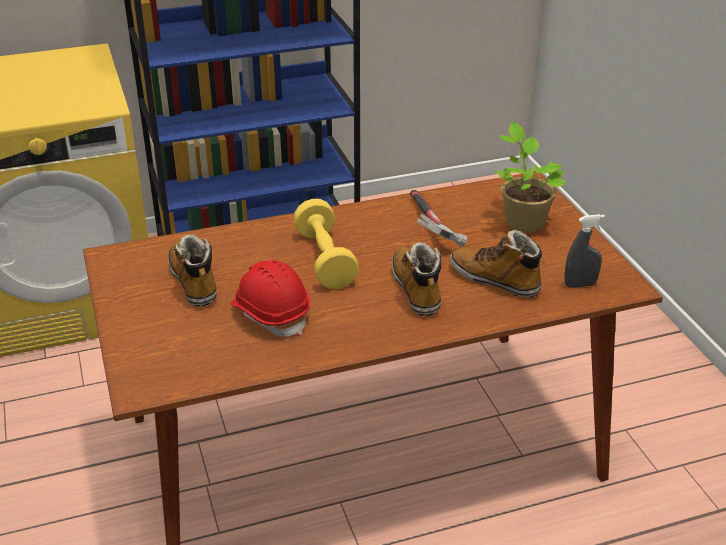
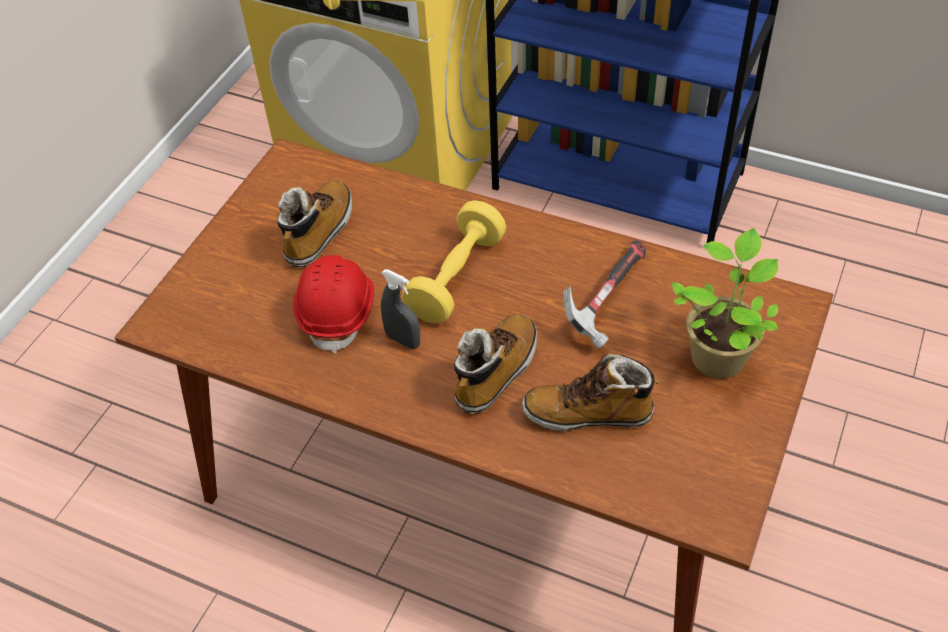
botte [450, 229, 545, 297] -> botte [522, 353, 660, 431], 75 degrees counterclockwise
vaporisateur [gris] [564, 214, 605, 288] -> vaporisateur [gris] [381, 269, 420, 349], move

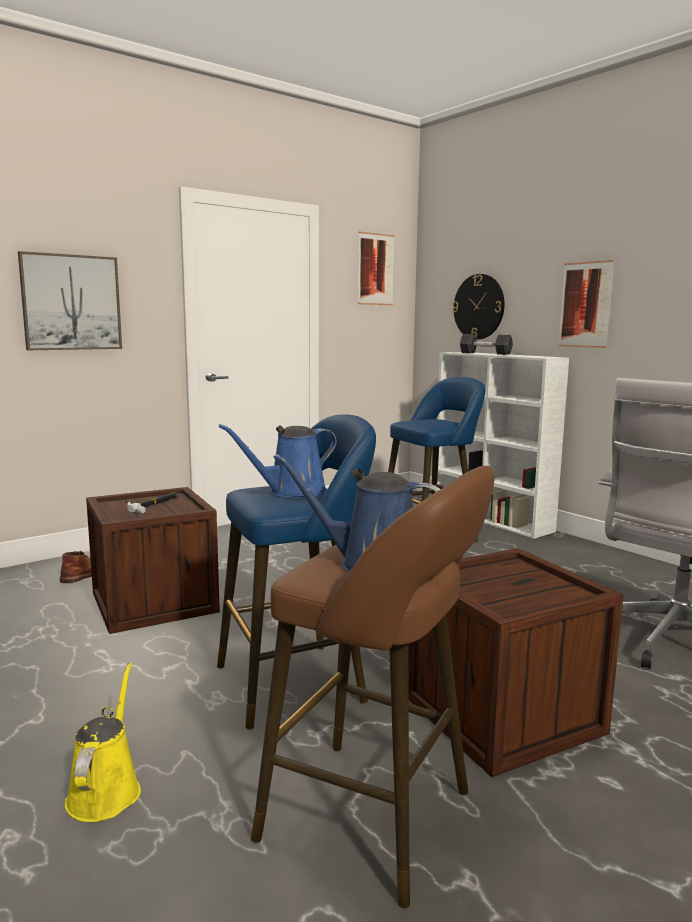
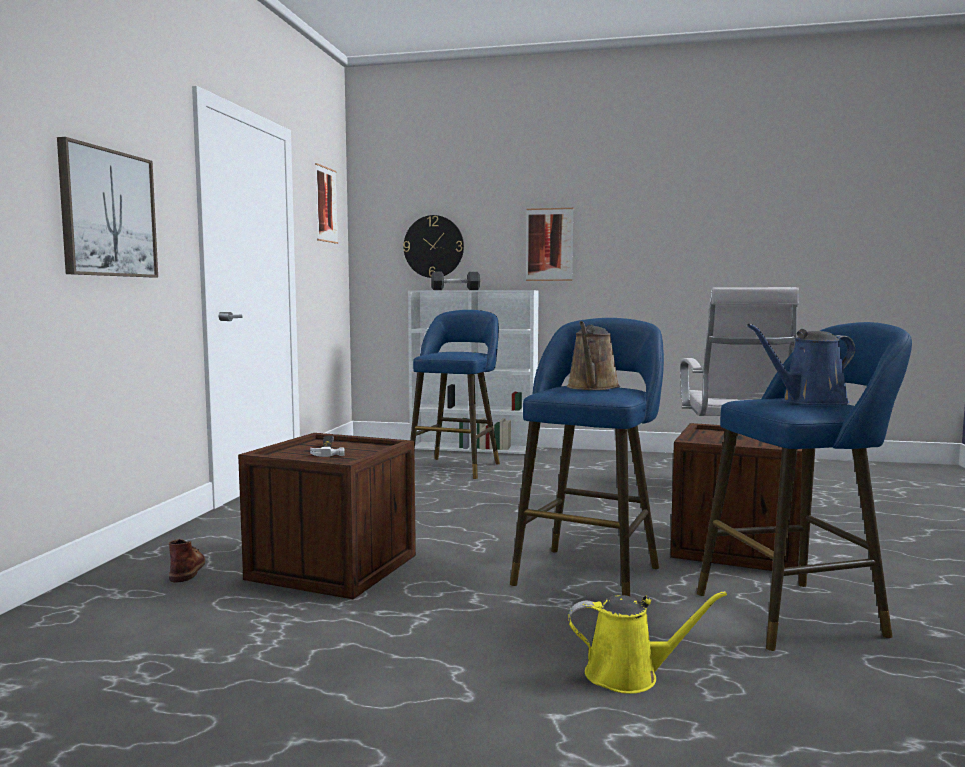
arrosoir [jaune] [65, 663, 141, 822] -> arrosoir [jaune] [568, 591, 727, 694], 135 degrees clockwise
arrosoir [bleu] [219, 424, 336, 498] -> arrosoir [marron] [567, 321, 620, 390]
tabouret [marron] [251, 465, 494, 908] -> tabouret [bleu] [697, 322, 912, 651]

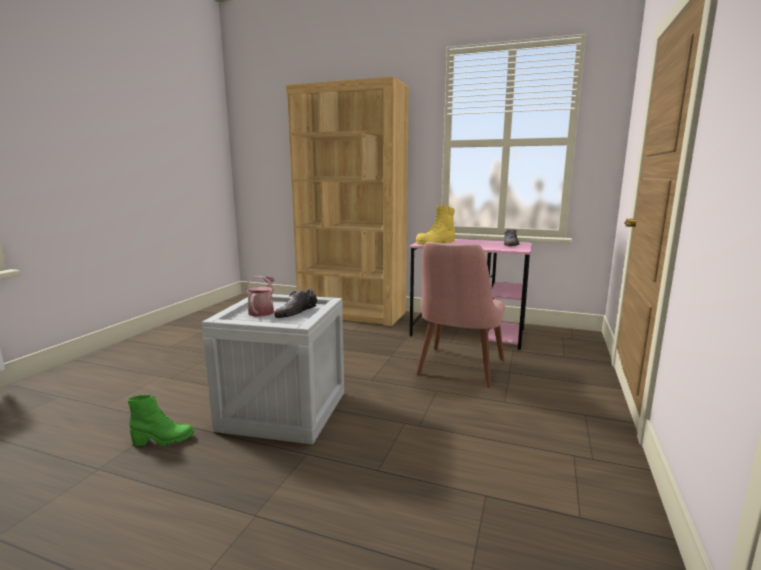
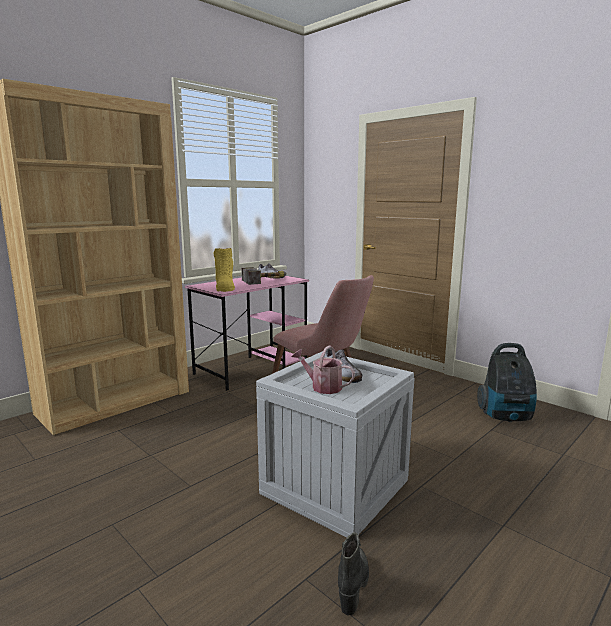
botte [vert] [127, 394, 194, 446] -> botte [noir] [338, 532, 369, 616]
none -> marteau [241, 267, 287, 285]
none -> aspirateur [477, 343, 537, 422]

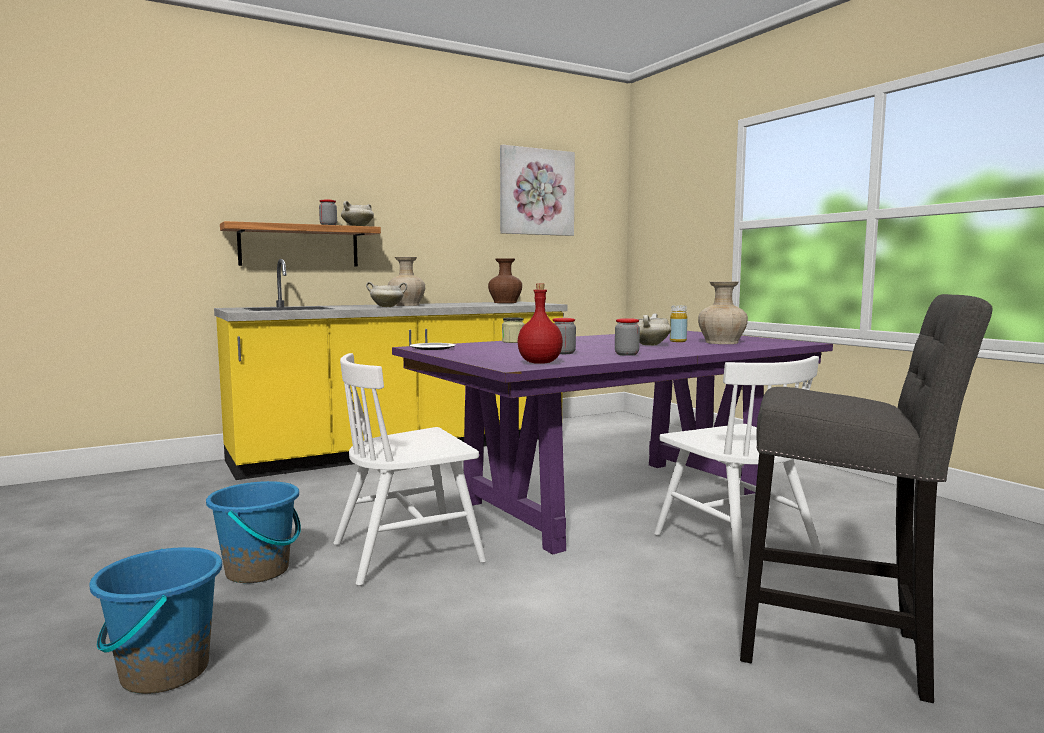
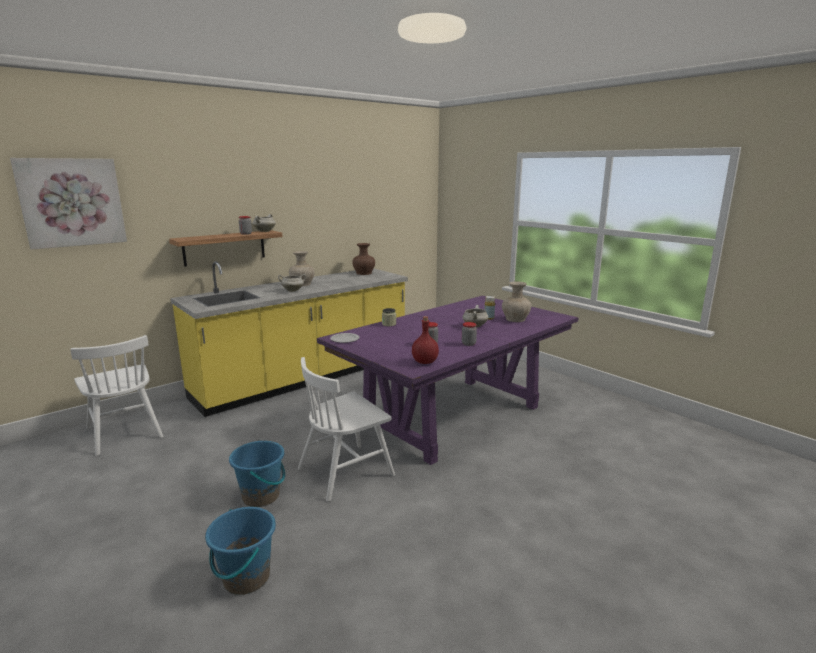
tableau [500, 145, 575, 236] -> tableau [10, 158, 127, 250], move
chaise [blanc] [654, 356, 823, 578] -> chaise [blanc] [70, 335, 163, 456], move
tabouret [gris] [740, 294, 992, 703] -> none

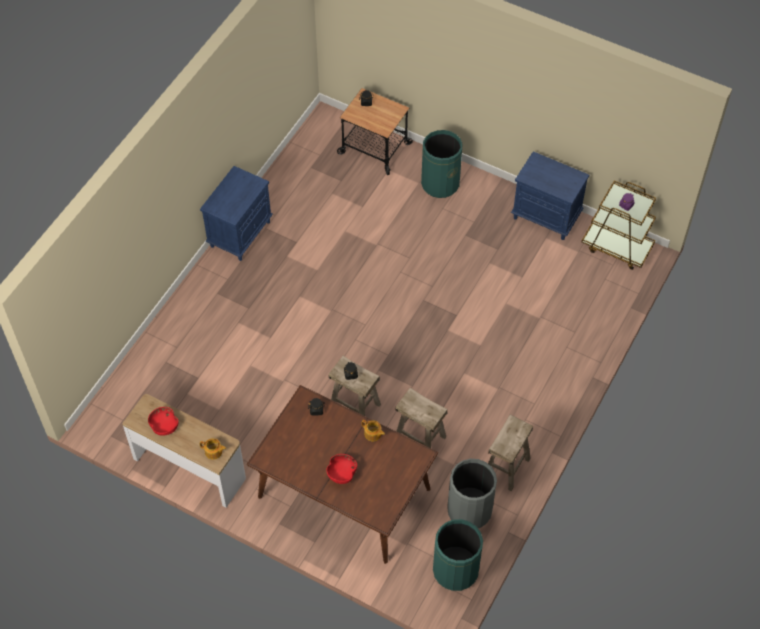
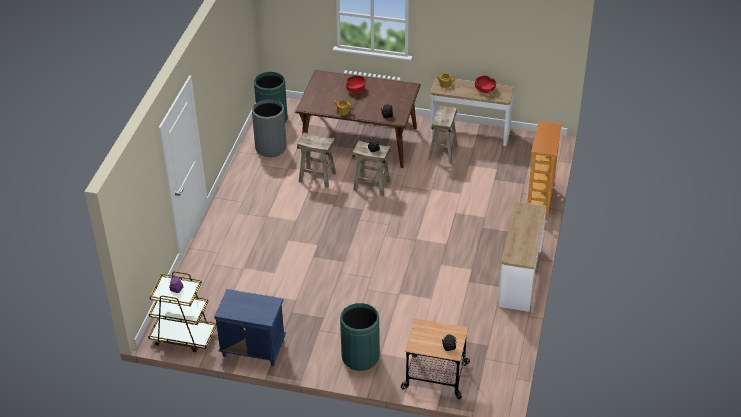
table de chevet [bleu] [200, 166, 273, 261] -> table console [498, 202, 546, 312]
tabouret [beige] [488, 415, 533, 491] -> tabouret [beige] [428, 105, 458, 164], move
none -> bibliothèque [527, 121, 562, 217]

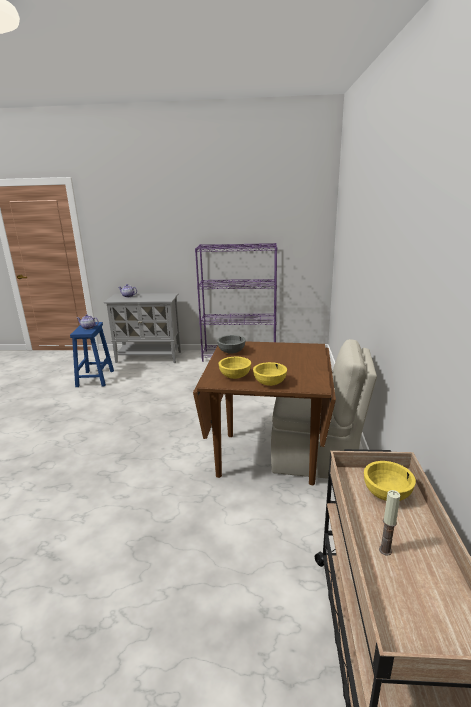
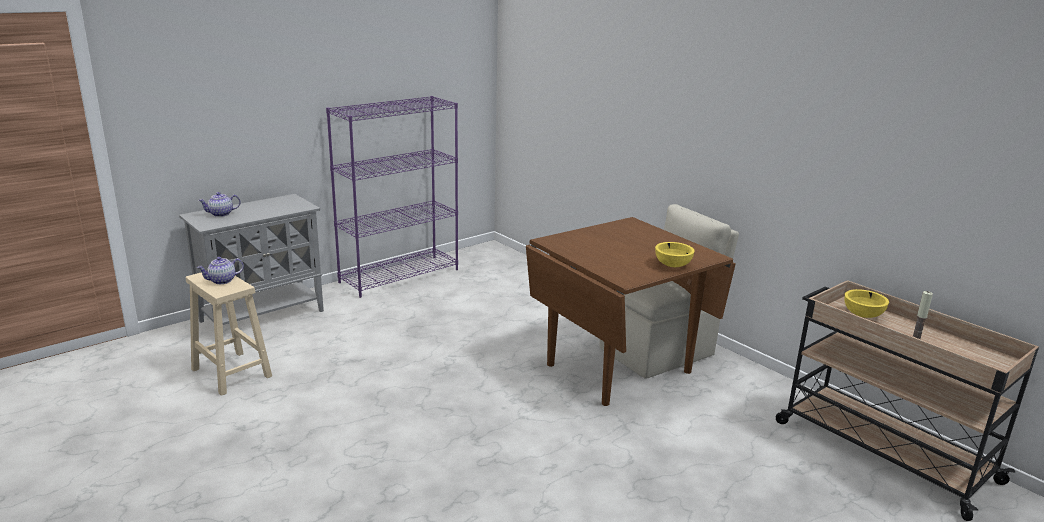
tabouret [bleu] [70, 322, 114, 387] -> tabouret [beige] [186, 272, 272, 396]
bol [gris] [217, 335, 246, 354] -> none
bol [jaune] [218, 357, 251, 379] -> none

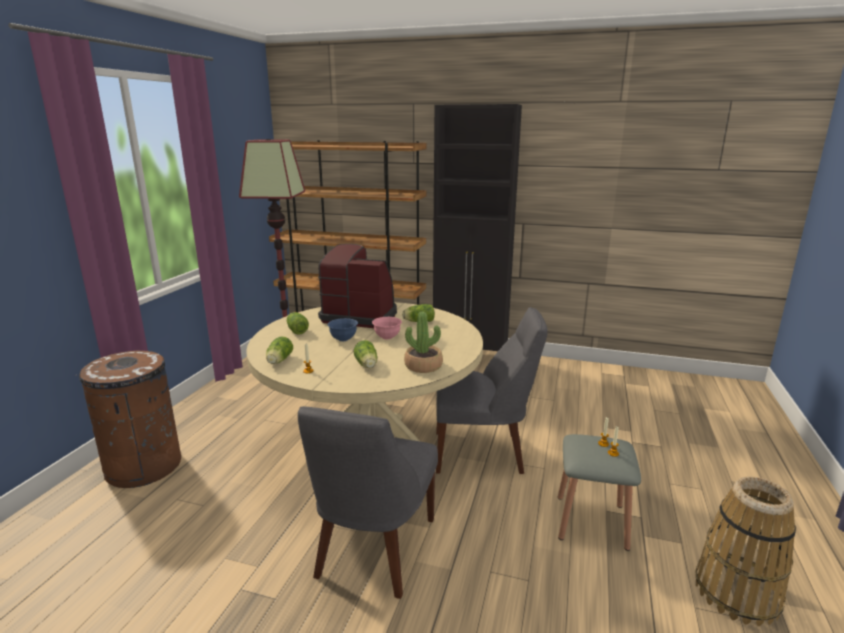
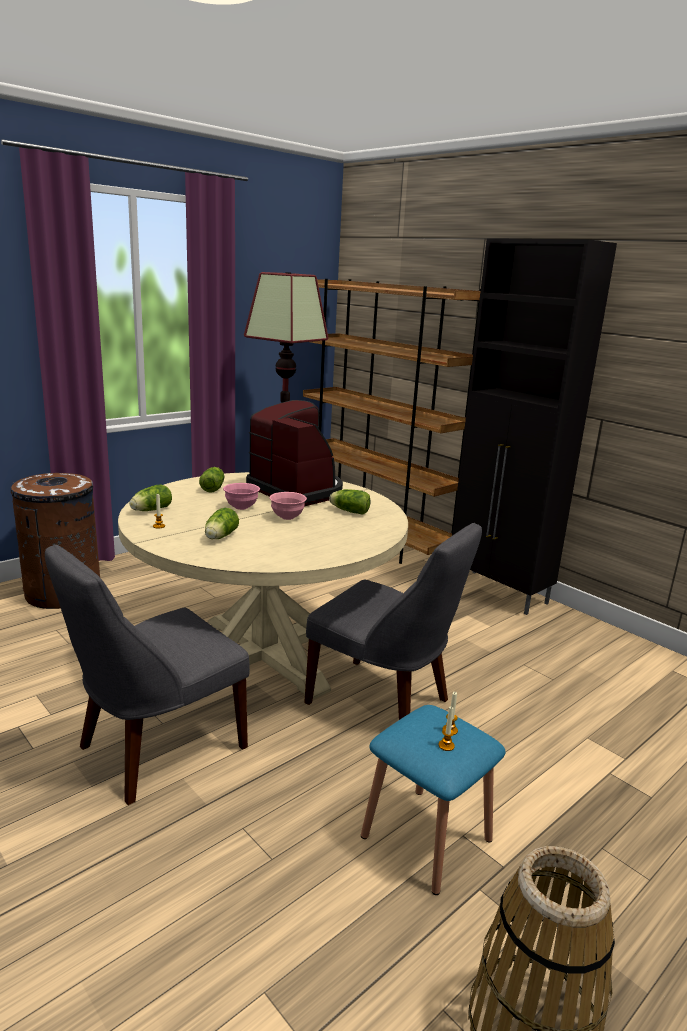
bol [bleu] [328, 318, 358, 341] -> bol [rose] [223, 483, 260, 510]
plante en pot [404, 312, 443, 373] -> none
tabouret [gris] [558, 434, 641, 551] -> tabouret [bleu] [361, 705, 506, 895]

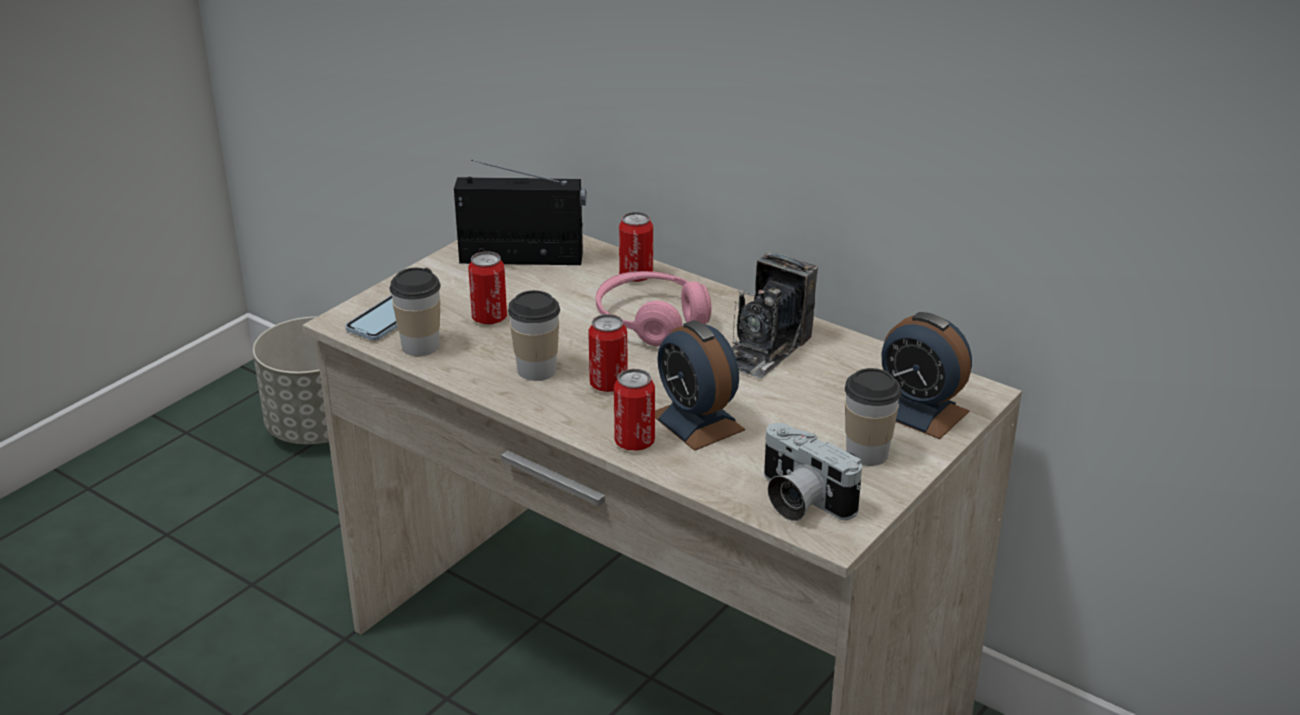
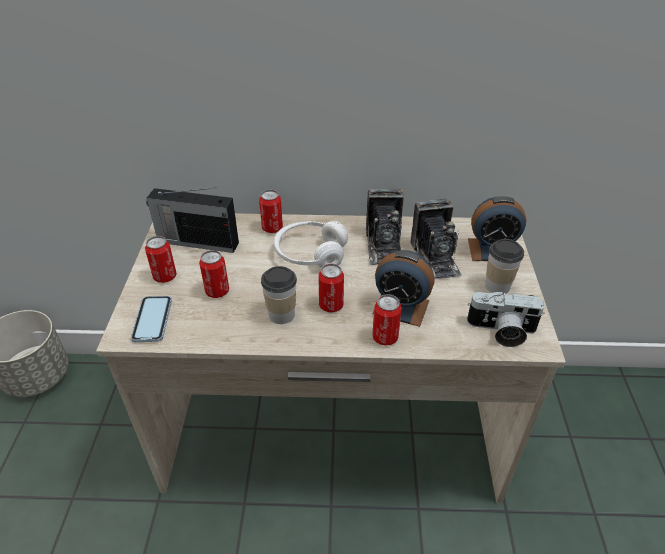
tasse [390, 268, 441, 356] -> none
radio [454, 160, 586, 265] -> radio [146, 187, 239, 253], 135 degrees counterclockwise
casque audio [rose] [596, 271, 712, 347] -> casque audio [blanc] [274, 221, 348, 268]
none -> boîte métallique [145, 236, 177, 283]
none -> appareil photo [411, 199, 462, 279]

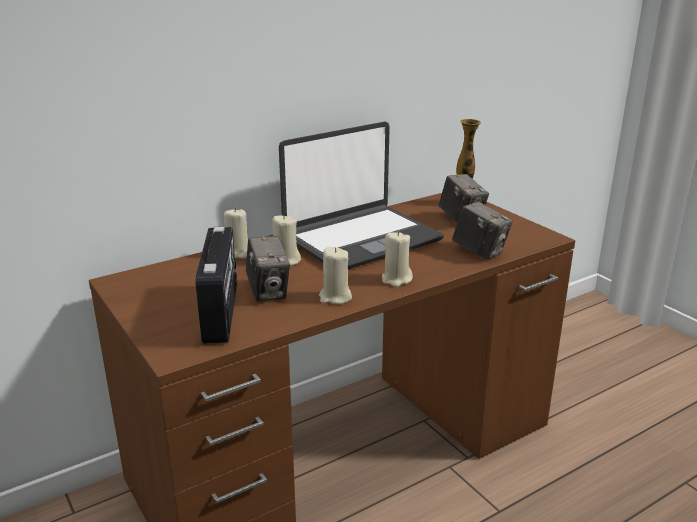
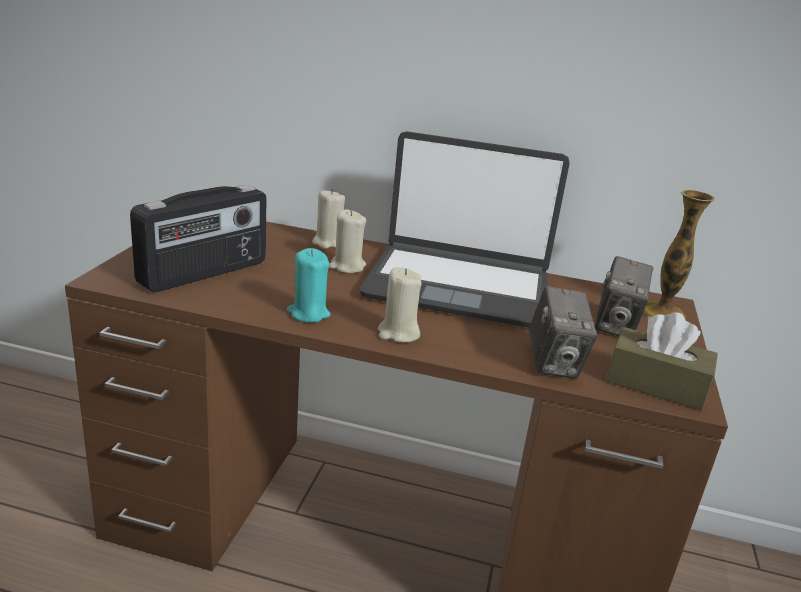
appareil photo [246, 236, 290, 301] -> none
bougie [beige] [319, 247, 352, 304] -> bougie [turquoise] [287, 248, 330, 322]
none -> boîte à mouchoirs [marron] [606, 312, 718, 411]

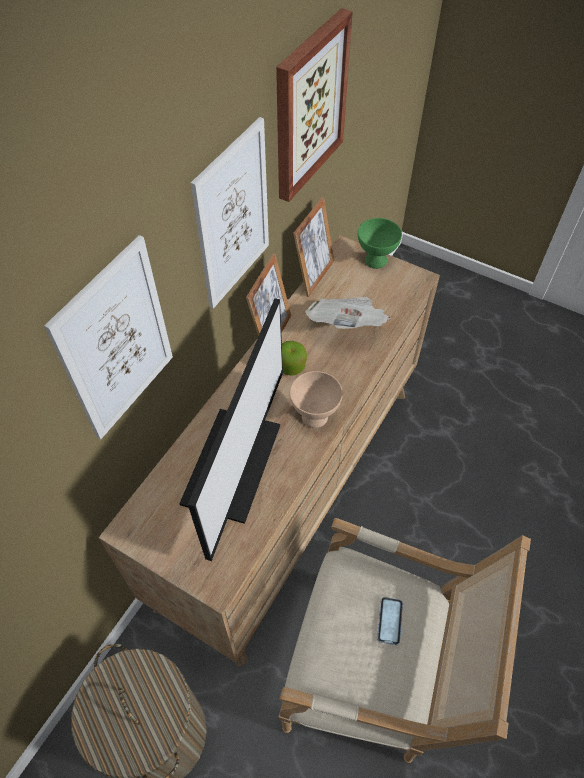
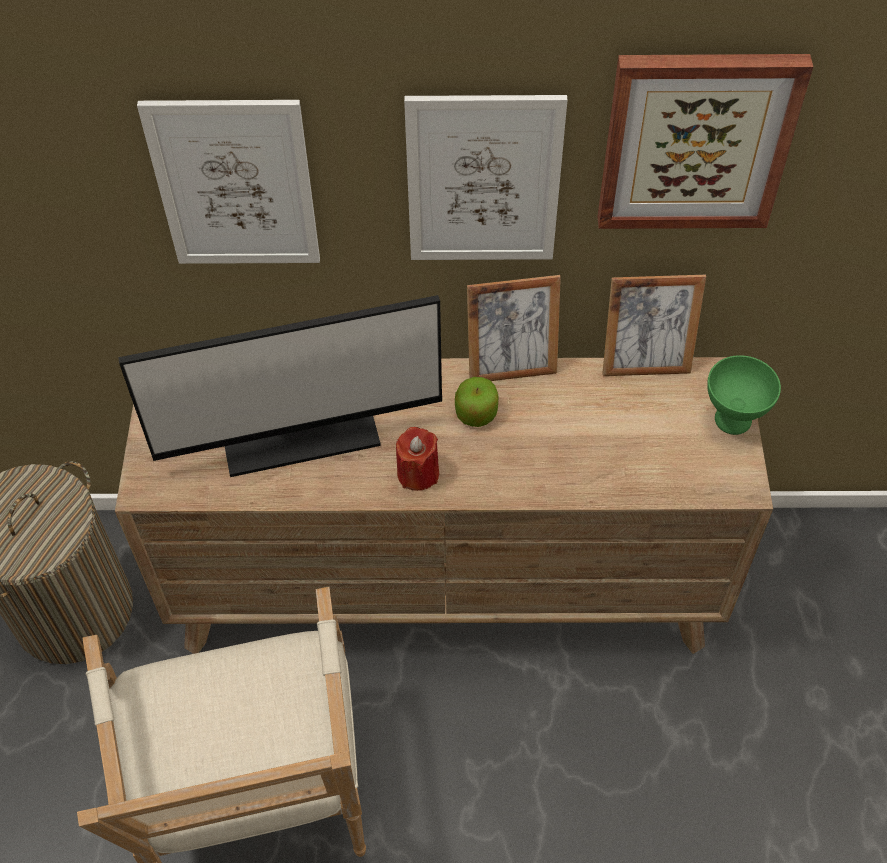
bol [beige] [290, 371, 343, 428] -> bougie [rouge] [396, 427, 439, 491]
journal [305, 297, 390, 329] -> none
téléphone [377, 597, 403, 645] -> none

